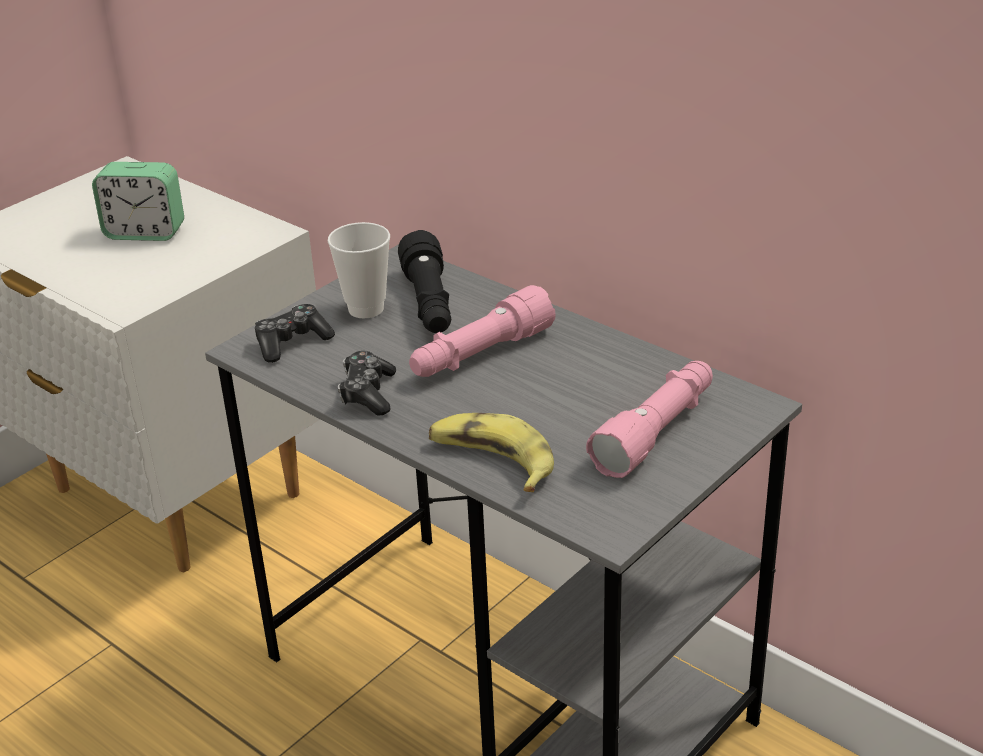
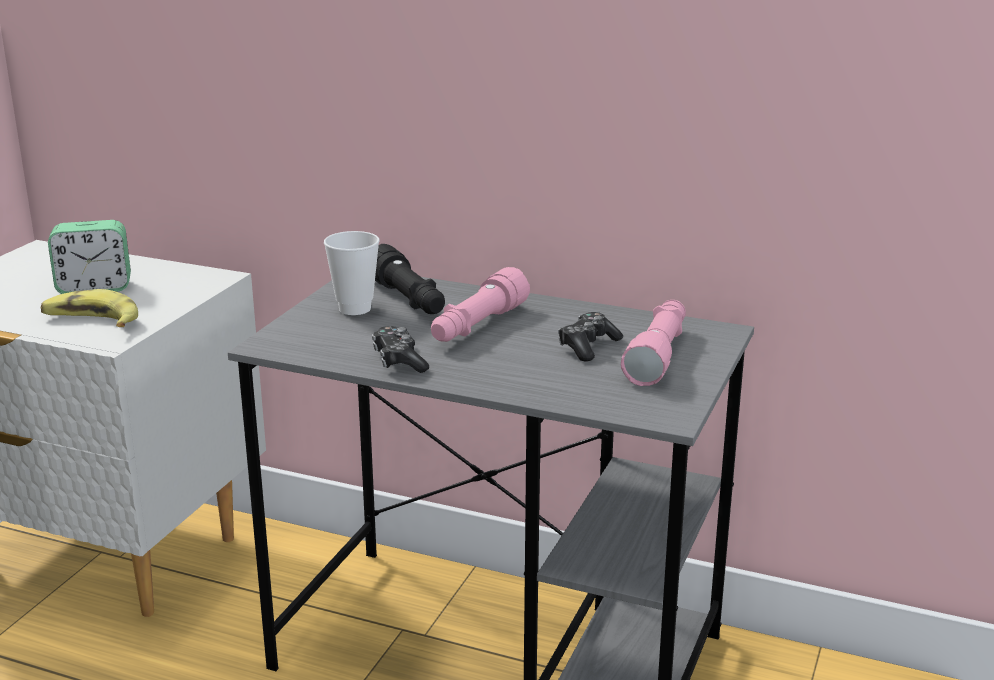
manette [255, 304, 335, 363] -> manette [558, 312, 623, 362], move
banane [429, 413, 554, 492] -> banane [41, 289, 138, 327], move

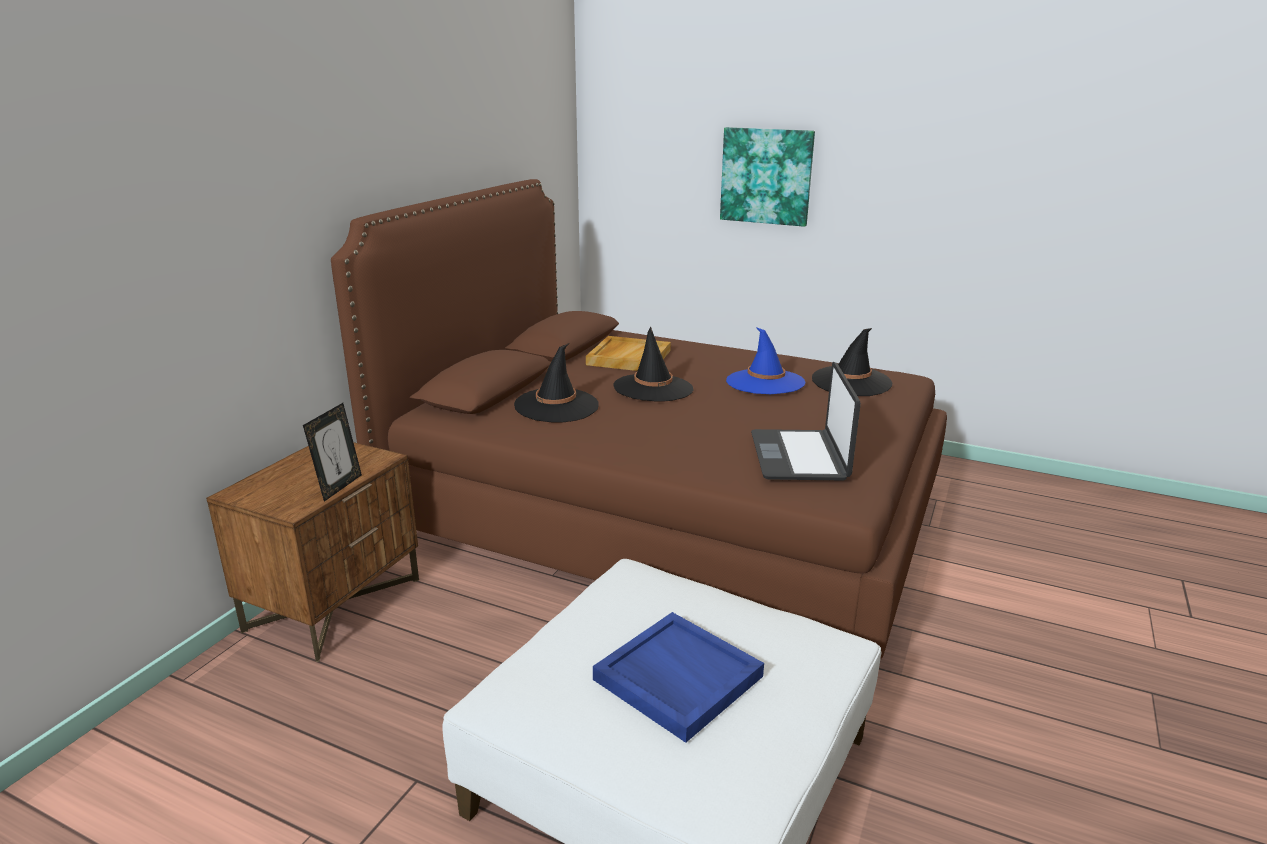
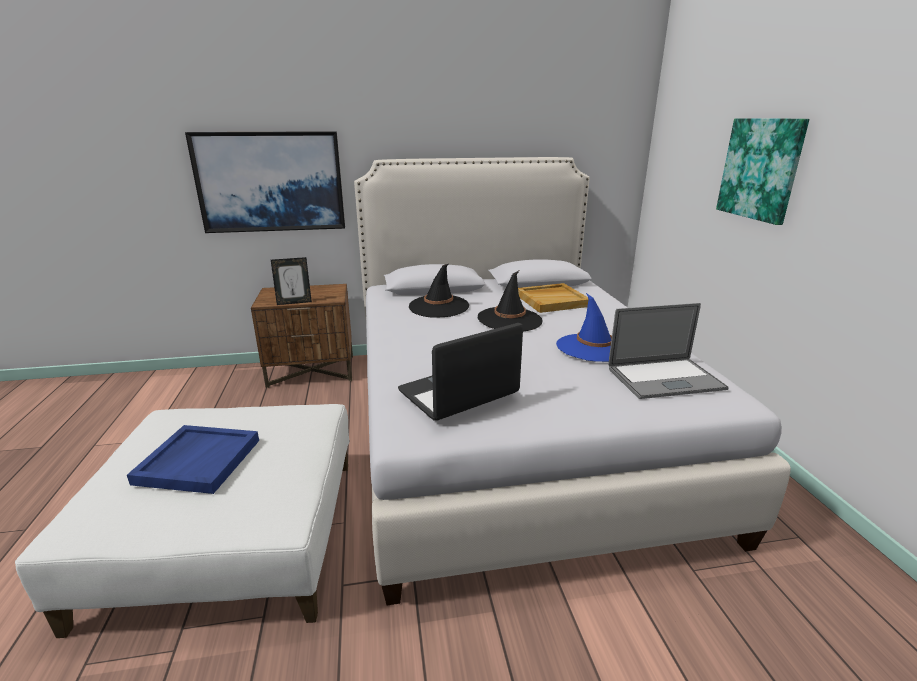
lit [marron] [331, 179, 947, 660] -> lit [blanc] [354, 157, 791, 605]
chapeau [noir] [812, 328, 892, 396] -> ordinateur portable [608, 303, 729, 399]
none -> tableau [185, 131, 345, 233]

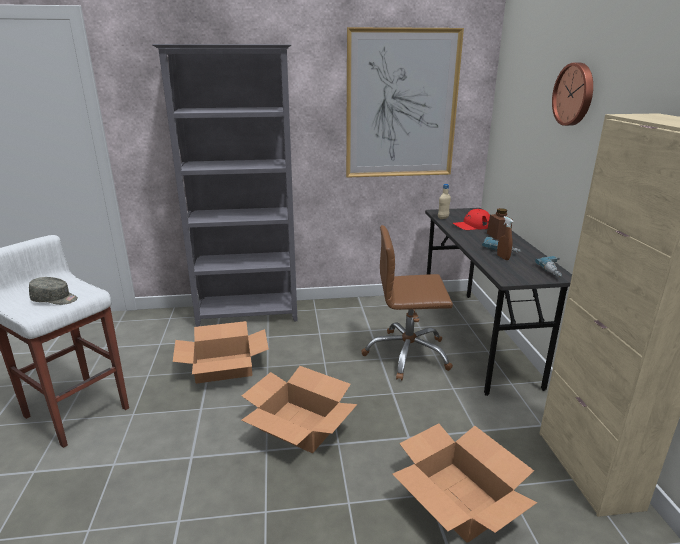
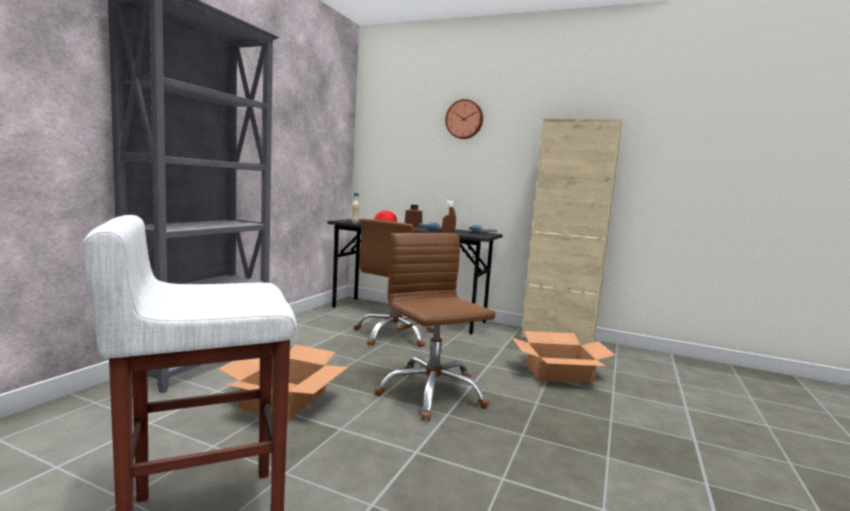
casquette [gris] [29, 277, 78, 305] -> none
carton [242, 366, 357, 453] -> chaise de bureau [marron] [374, 233, 495, 421]
tableau [346, 27, 464, 178] -> none

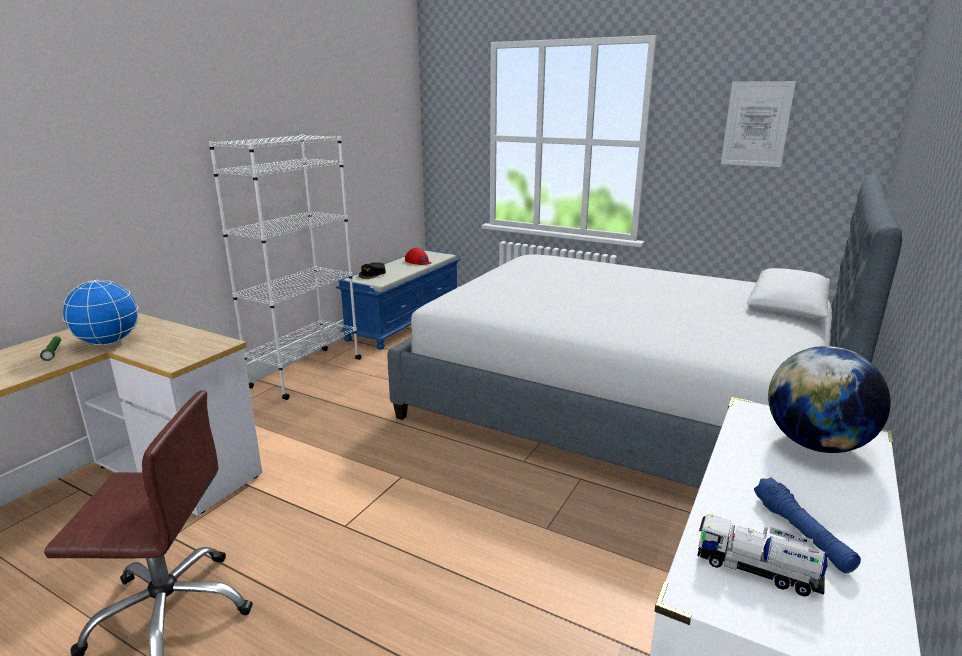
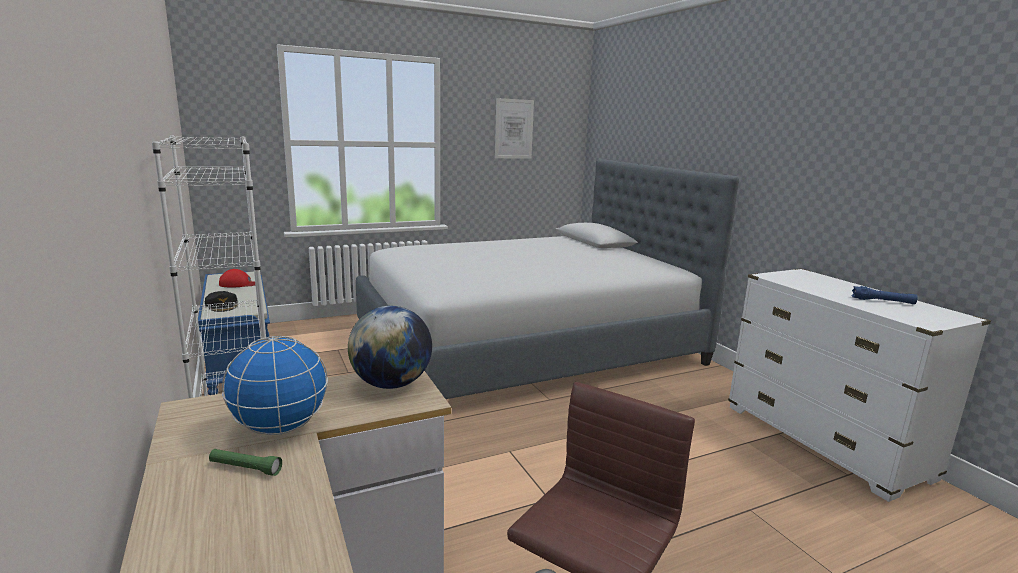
camion jouet [697, 514, 828, 596] -> none
globe [768, 346, 891, 453] -> globe [348, 306, 432, 389], move

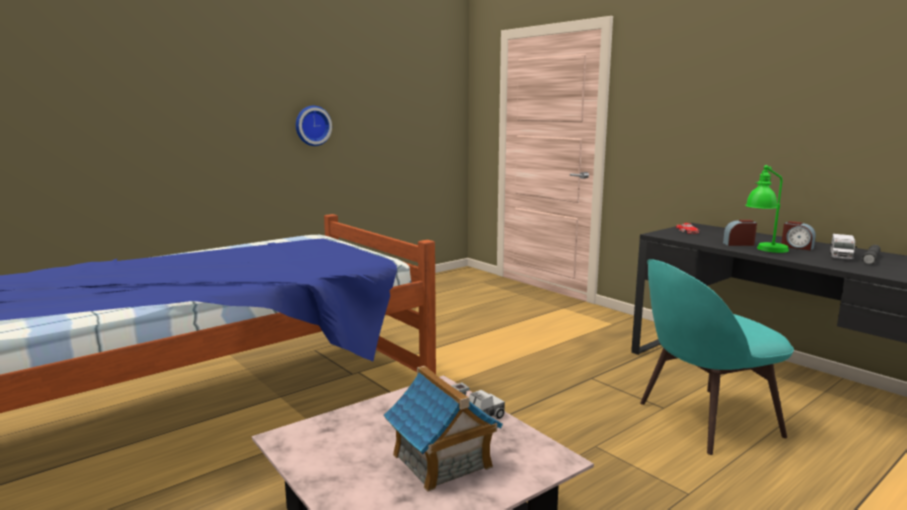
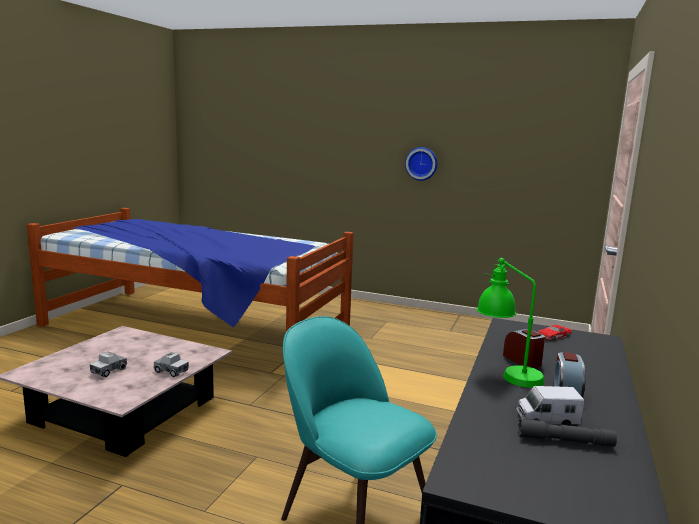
maison miniature [384, 366, 503, 492] -> camion jouet [90, 352, 127, 377]

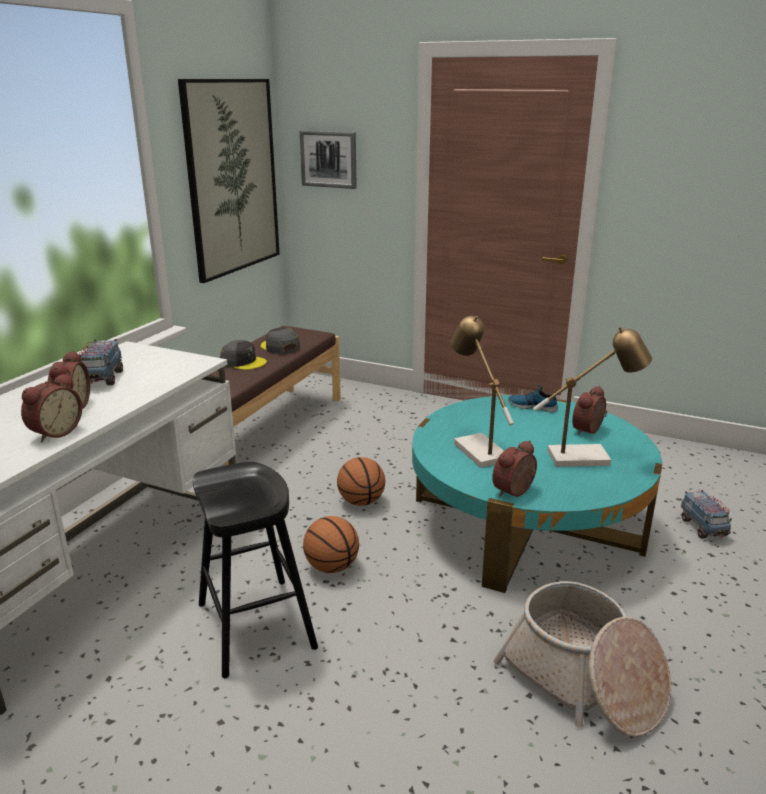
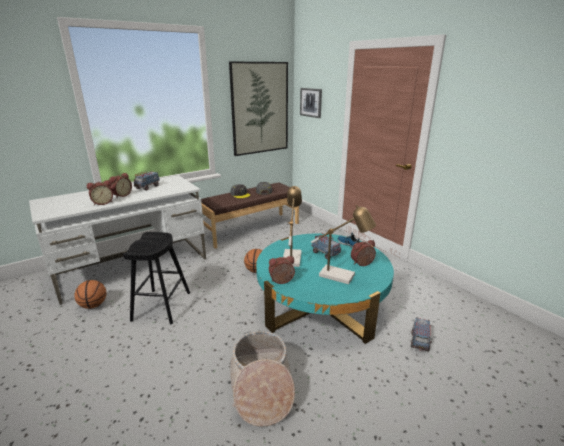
ballon de basket [303, 516, 359, 573] -> ballon de basket [74, 280, 106, 309], move
none -> camion jouet [311, 233, 341, 259]

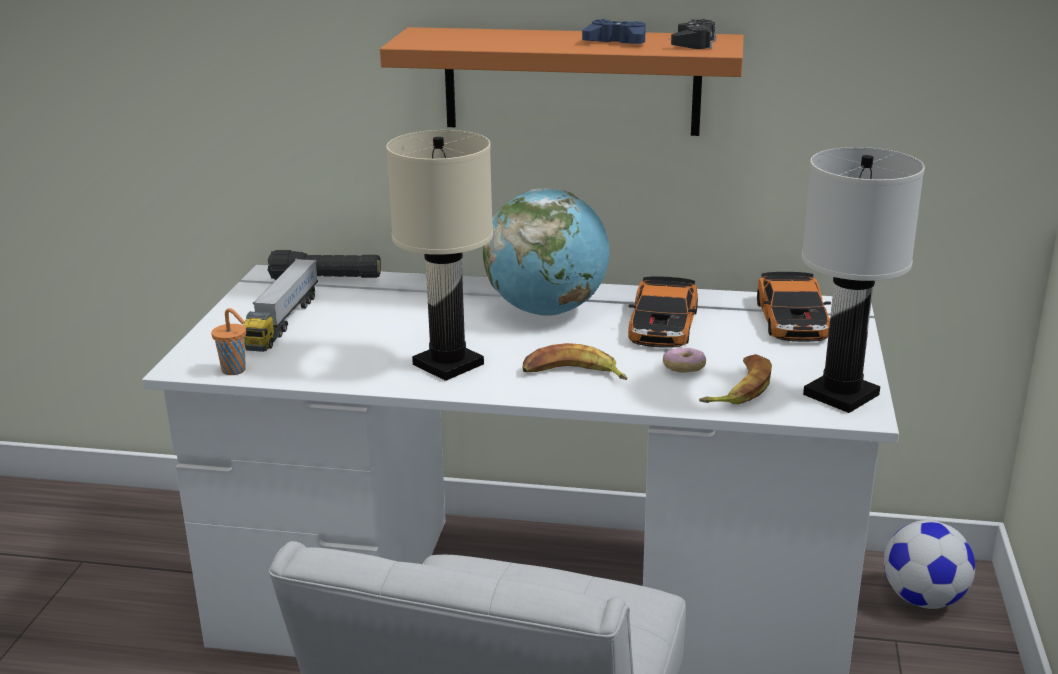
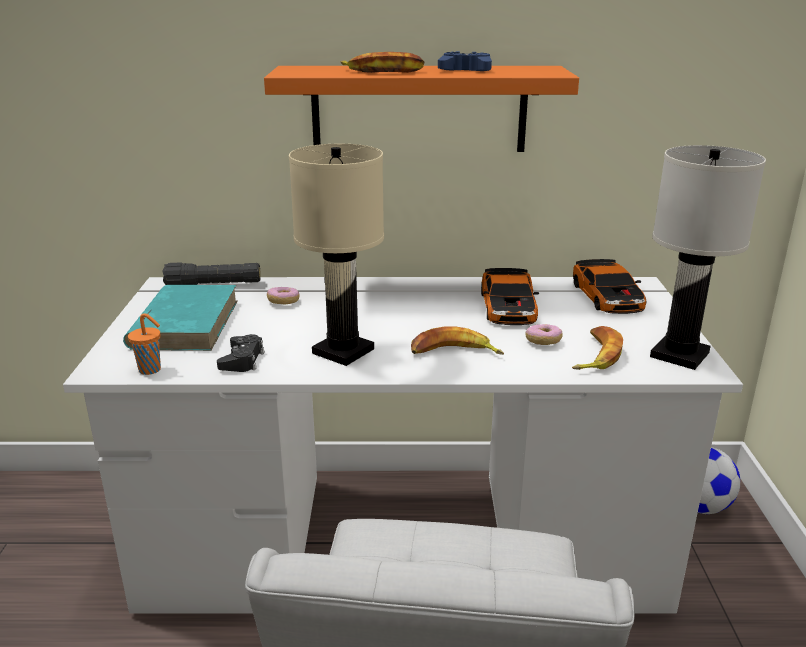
camion jouet [243, 259, 318, 352] -> livre [turquoise] [123, 285, 238, 351]
globe [483, 188, 609, 316] -> none
manette [noir] [671, 19, 716, 49] -> manette [noir] [217, 334, 265, 372], move
none -> beignet [267, 287, 299, 305]
none -> banane [341, 52, 424, 73]

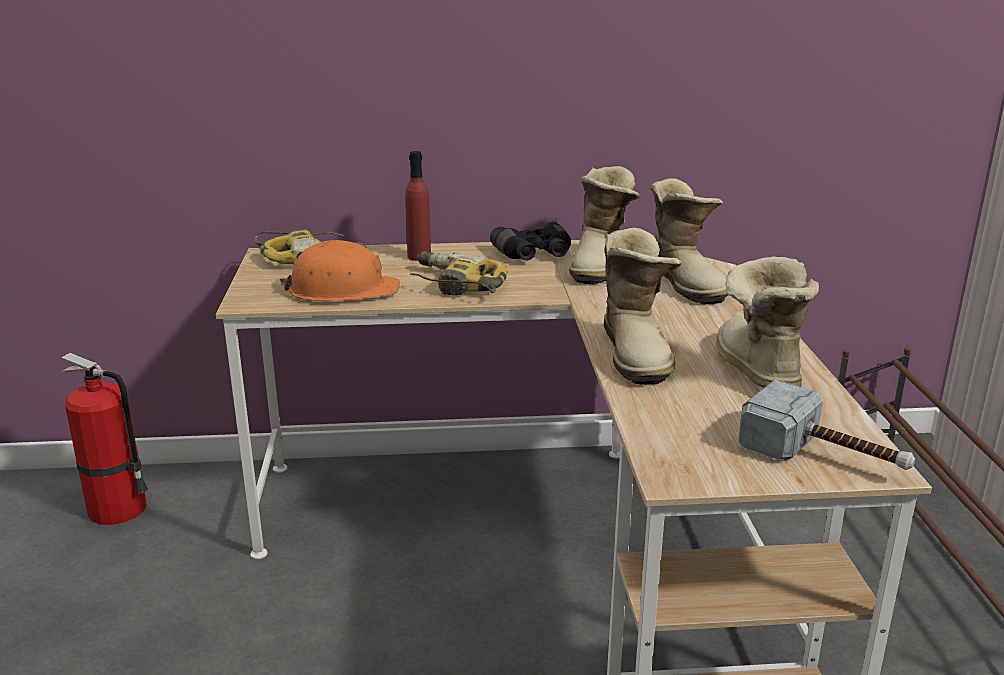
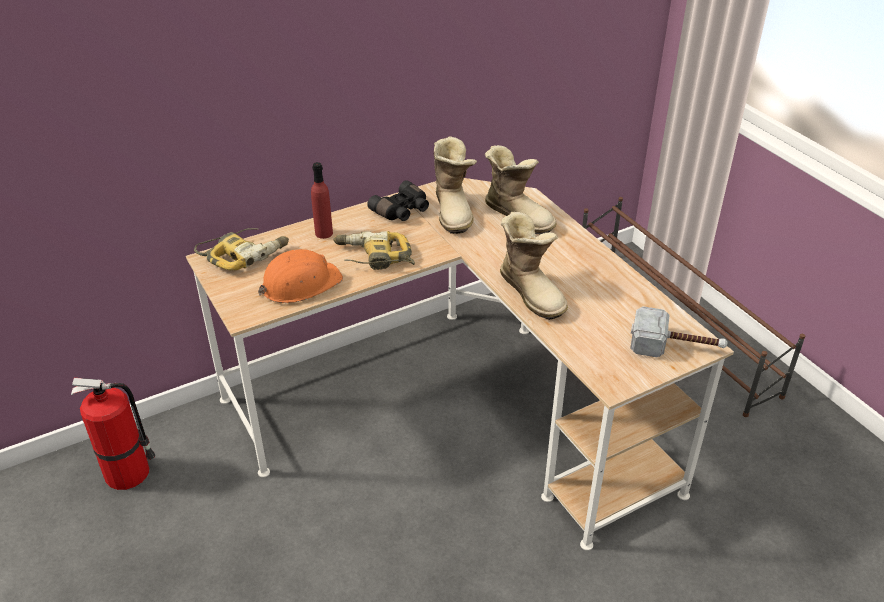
botte [716, 257, 819, 388] -> none

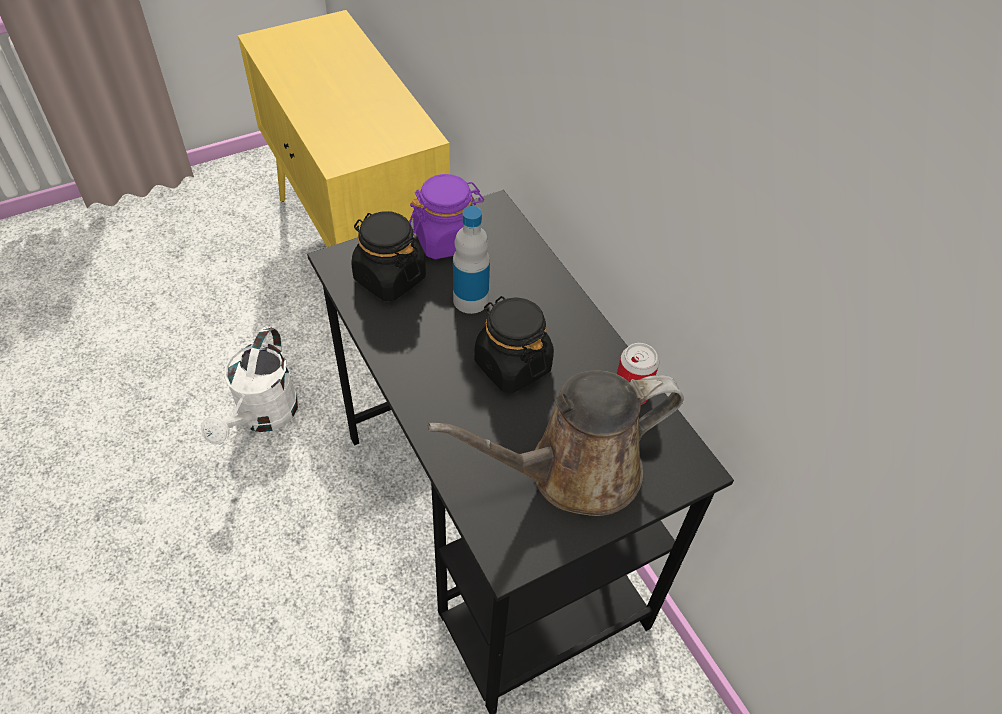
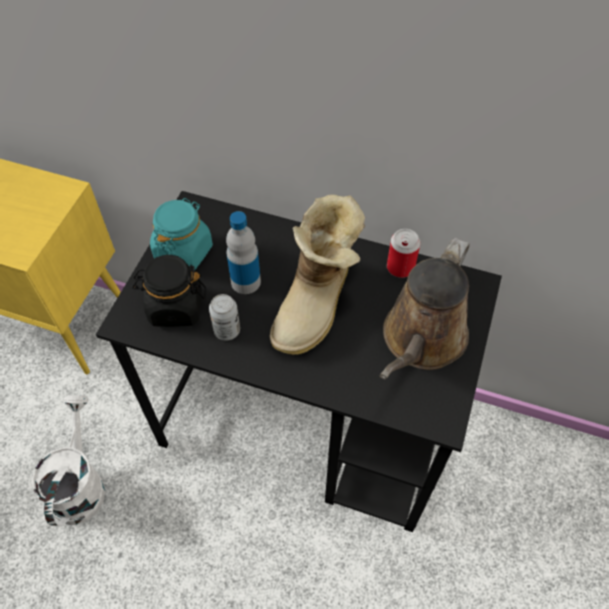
arrosoir [blanc] [201, 327, 298, 445] -> arrosoir [blanc] [32, 395, 105, 526], 150 degrees counterclockwise
bocal [violet] [409, 174, 484, 259] -> bocal [turquoise] [150, 198, 213, 271]
bocal [noir] [474, 296, 554, 393] -> botte [270, 195, 365, 355]
none -> boîte métallique [209, 294, 240, 340]

